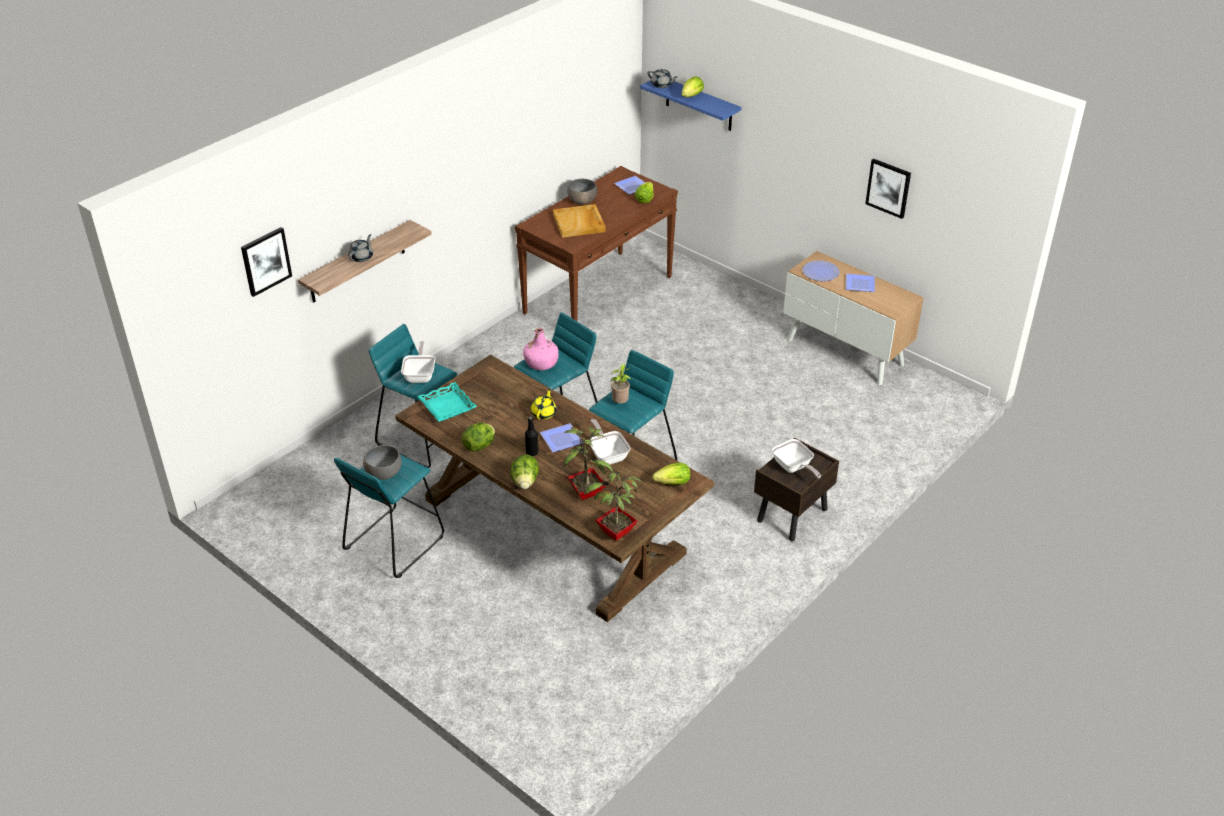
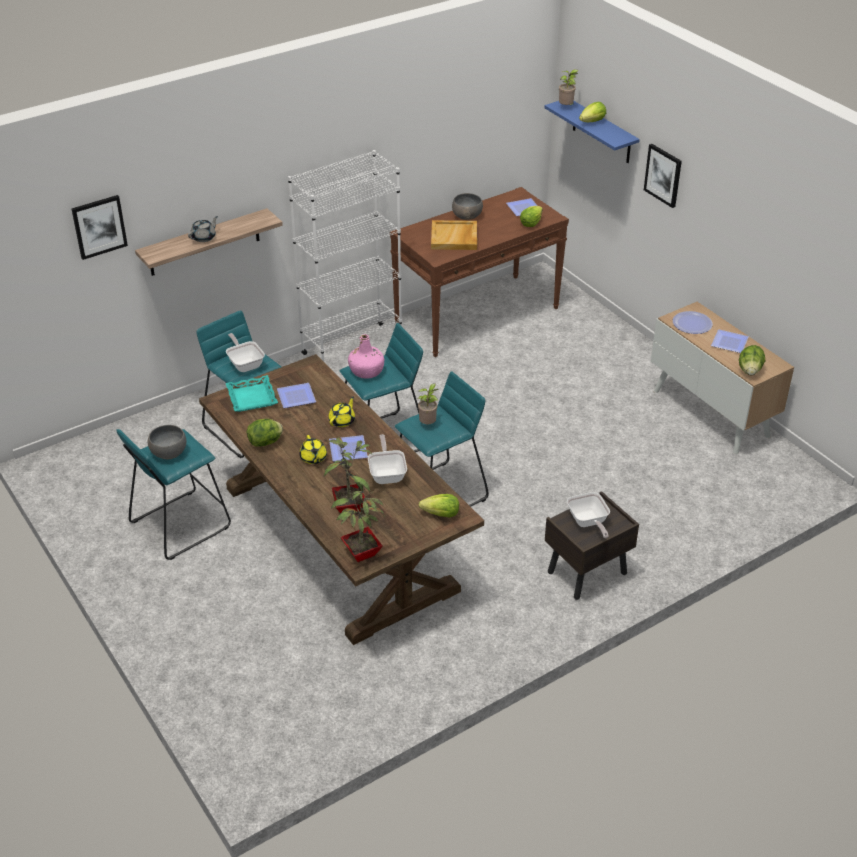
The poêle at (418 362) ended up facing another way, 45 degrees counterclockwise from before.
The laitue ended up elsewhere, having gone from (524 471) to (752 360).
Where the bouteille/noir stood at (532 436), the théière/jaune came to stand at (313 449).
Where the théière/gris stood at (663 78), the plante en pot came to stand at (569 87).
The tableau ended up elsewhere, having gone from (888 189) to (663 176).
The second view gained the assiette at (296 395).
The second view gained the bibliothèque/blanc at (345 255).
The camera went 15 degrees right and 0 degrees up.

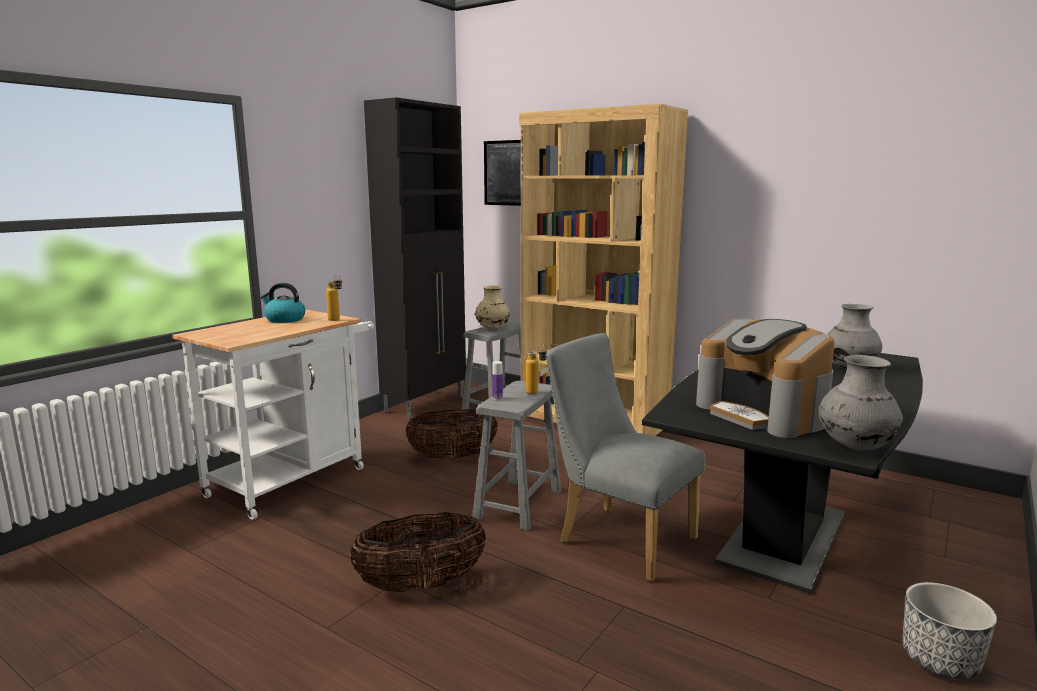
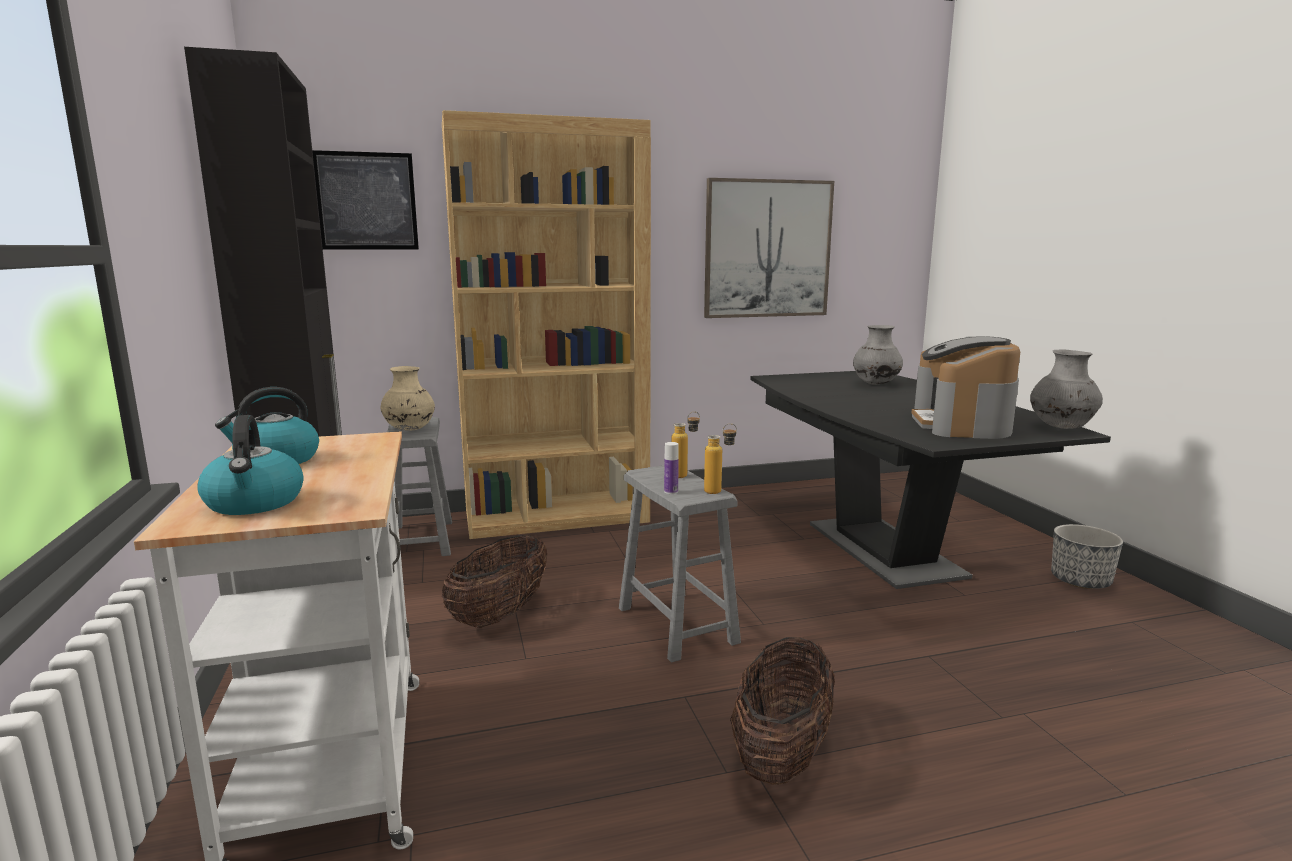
The bouteille ended up elsewhere, having gone from (334 298) to (720 458).
The second view lost the chaise/gris at (626 457).
The machine à café at (765 378) ended up facing another way, 90 degrees clockwise from before.
The second view gained the bouilloire at (250 465).
The second view gained the tableau at (769 248).
The camera went 50 degrees left and 0 degrees up.

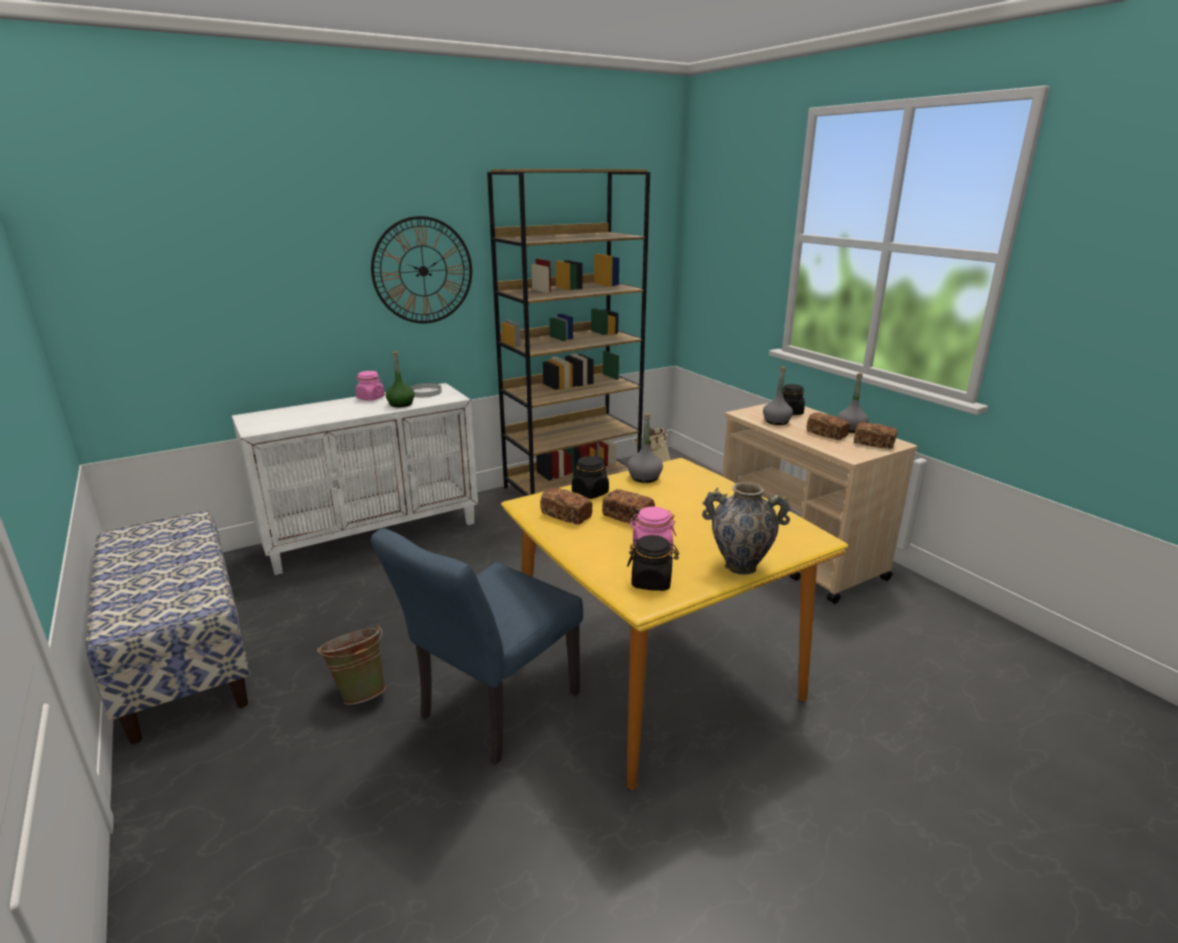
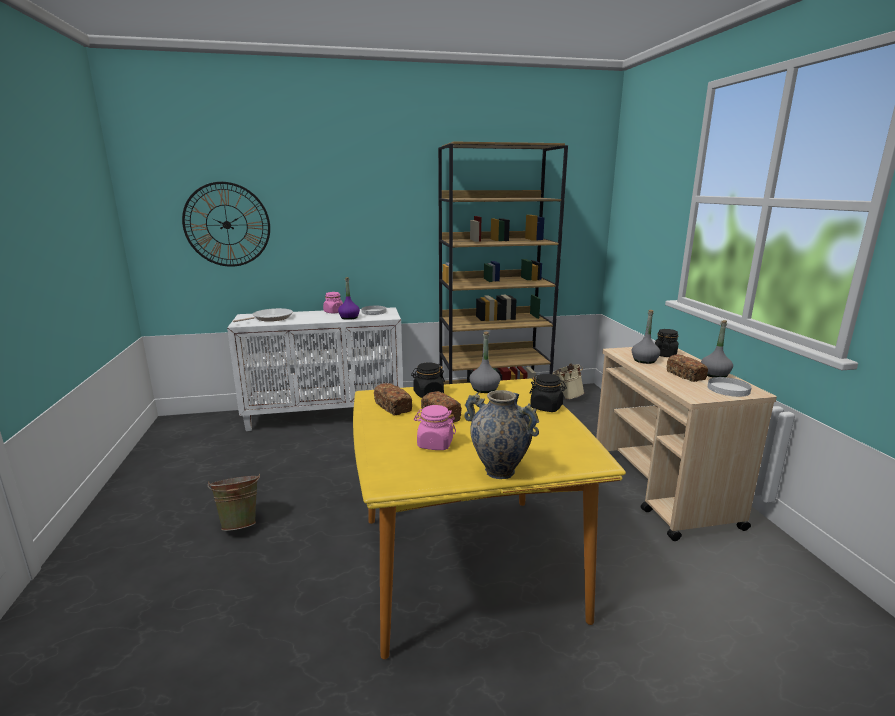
The second view lost the banc at (168 627).
The horloge murale ended up elsewhere, having gone from (421 270) to (226 224).
The second view lost the chaise/bleu at (477 646).
What was the bouteille/vert at (400 379) turned into the bouteille/violet at (349 298).
The bocal/noir ended up elsewhere, having gone from (653 563) to (548 393).
Where the pain stood at (876 435), the assiette/blanc came to stand at (730 387).
The second view gained the poêle at (263 315).
The camera went 20 degrees right and 5 degrees down.

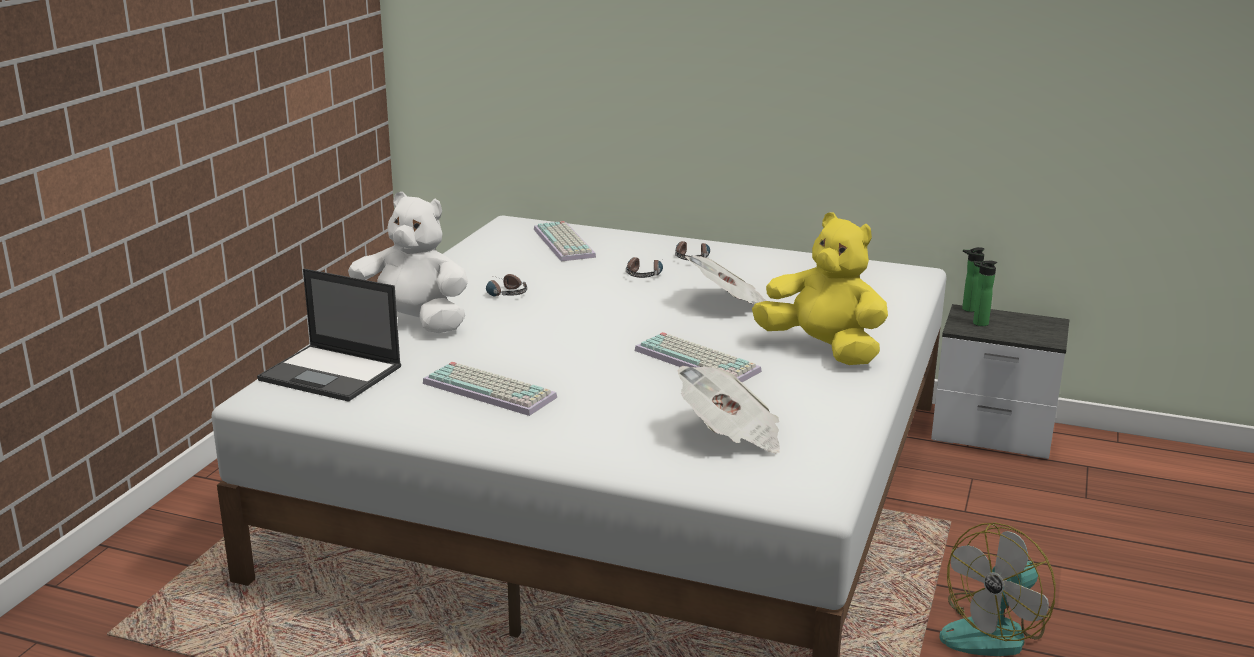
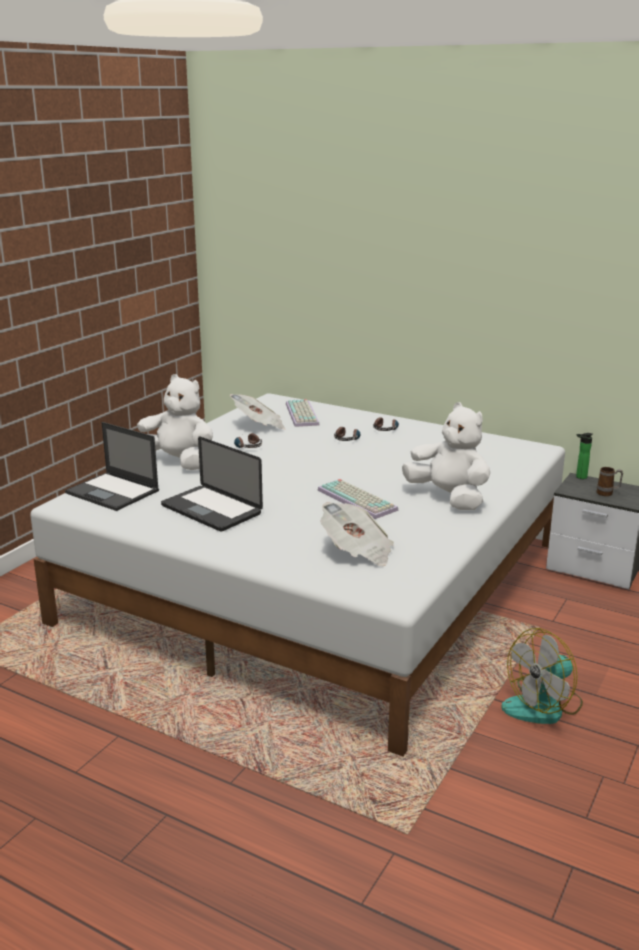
Where the clavier stood at (490 389), the ordinateur portable came to stand at (212 484).
The journal ended up elsewhere, having gone from (725 280) to (257 411).
What was the peluche/jaune at (820 288) turned into the peluche/blanc at (446 456).
The second view lost the bouteille at (985 293).
The second view gained the mug at (610 481).
The camera went 10 degrees right and 0 degrees up.

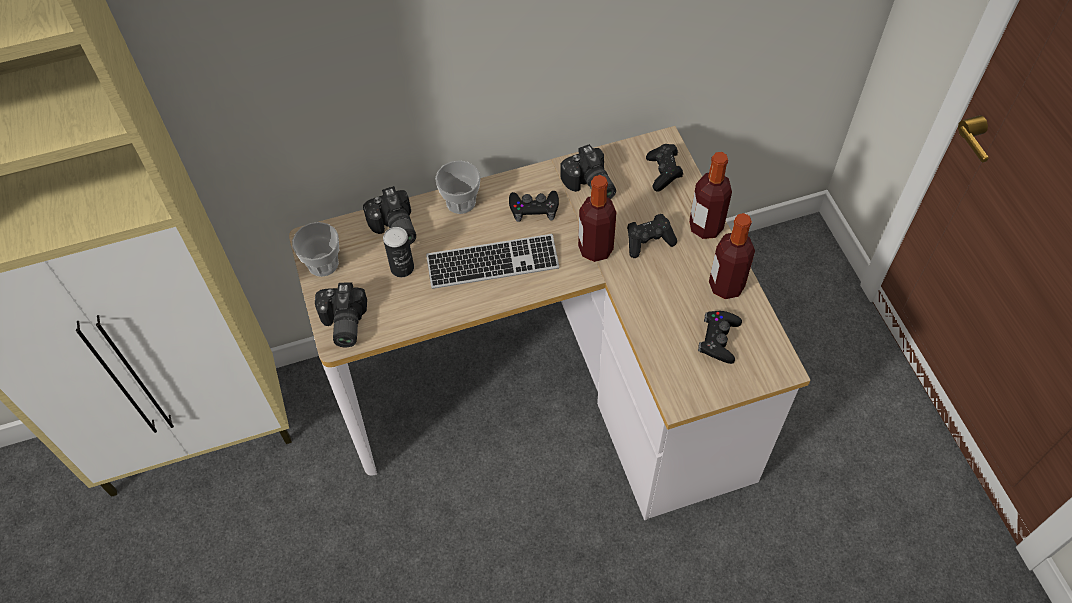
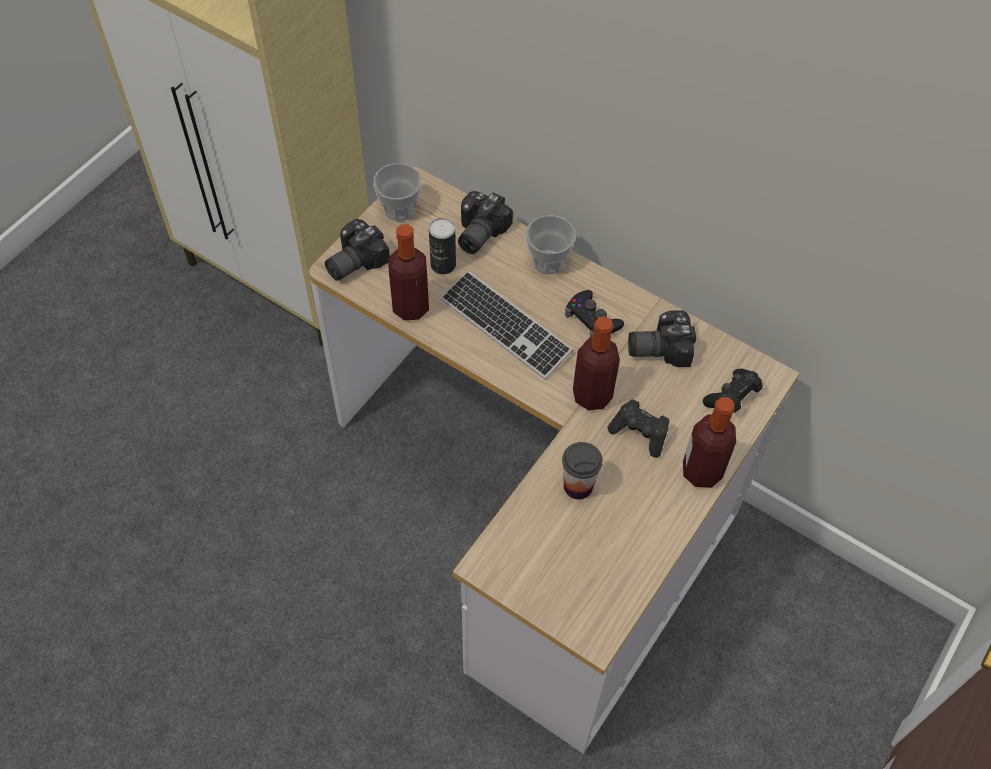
The appareil photo at (588 171) ended up facing another way, 60 degrees clockwise from before.
The second view lost the manette/noir at (720 337).
The bouteille ended up elsewhere, having gone from (732 256) to (408 272).
The second view gained the tasse at (582 471).
The camera went 50 degrees right and 0 degrees up.

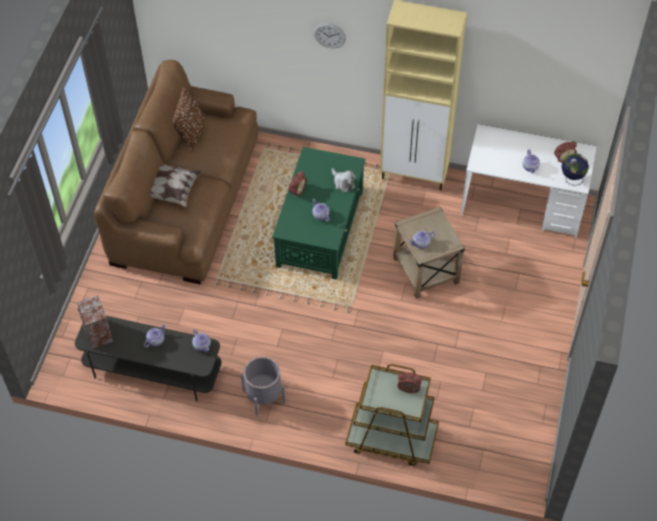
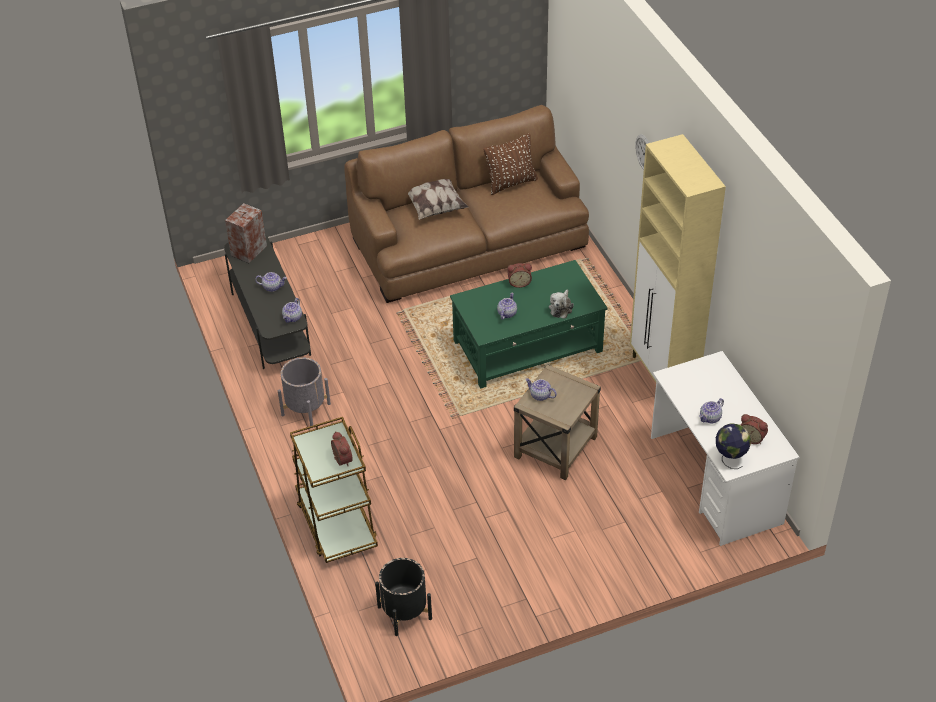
The second view gained the cache-pot/noir at (403 597).
The camera went 55 degrees right and 10 degrees down.

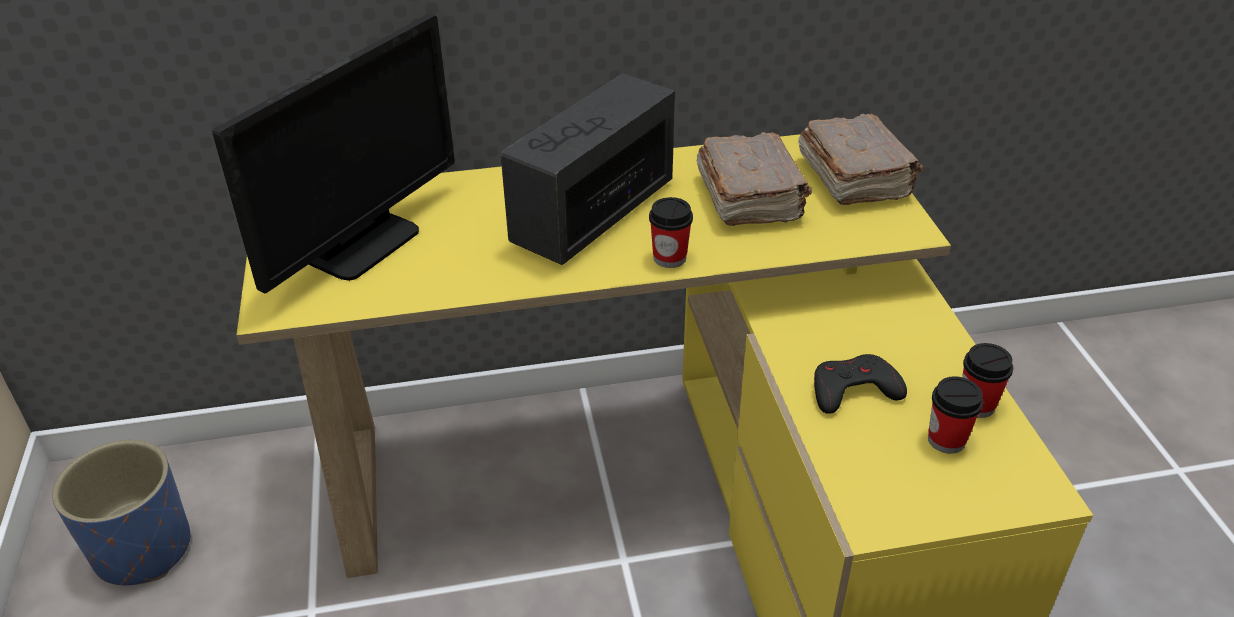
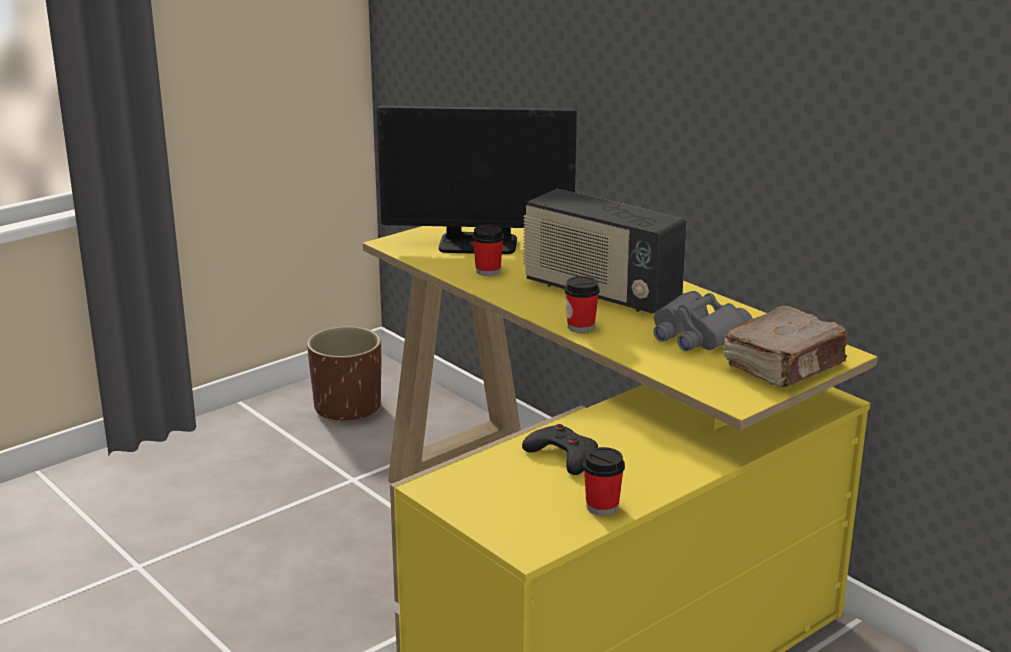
What was the cache-pot/bleu at (121 512) turned into the cache-pot/marron at (344 374).
The radio at (588 169) ended up facing another way, 150 degrees counterclockwise from before.
Where the livre/marron stood at (754 179), the jumelles/gris came to stand at (703 321).
The tasse ended up elsewhere, having gone from (955 415) to (488 250).
The camera went 60 degrees right and 15 degrees down.

